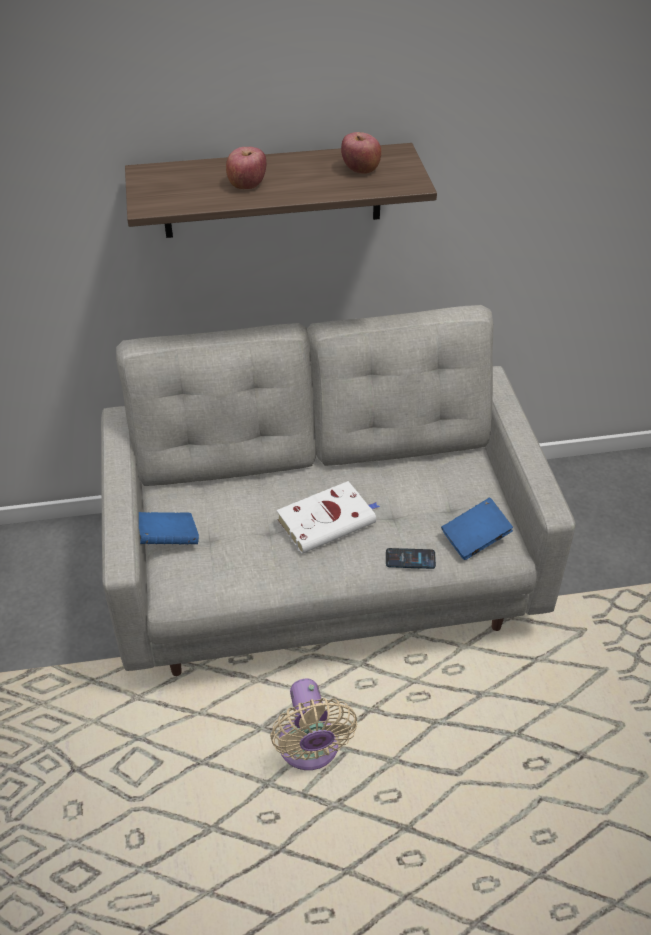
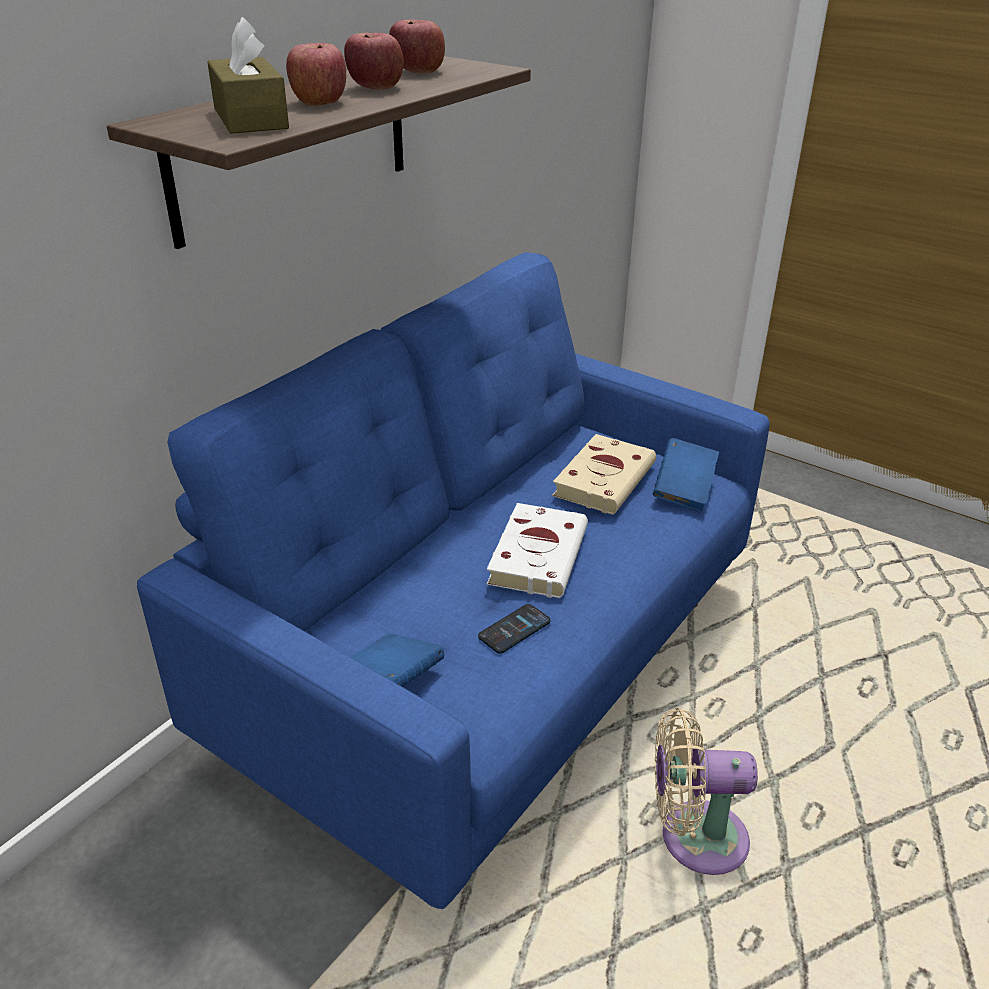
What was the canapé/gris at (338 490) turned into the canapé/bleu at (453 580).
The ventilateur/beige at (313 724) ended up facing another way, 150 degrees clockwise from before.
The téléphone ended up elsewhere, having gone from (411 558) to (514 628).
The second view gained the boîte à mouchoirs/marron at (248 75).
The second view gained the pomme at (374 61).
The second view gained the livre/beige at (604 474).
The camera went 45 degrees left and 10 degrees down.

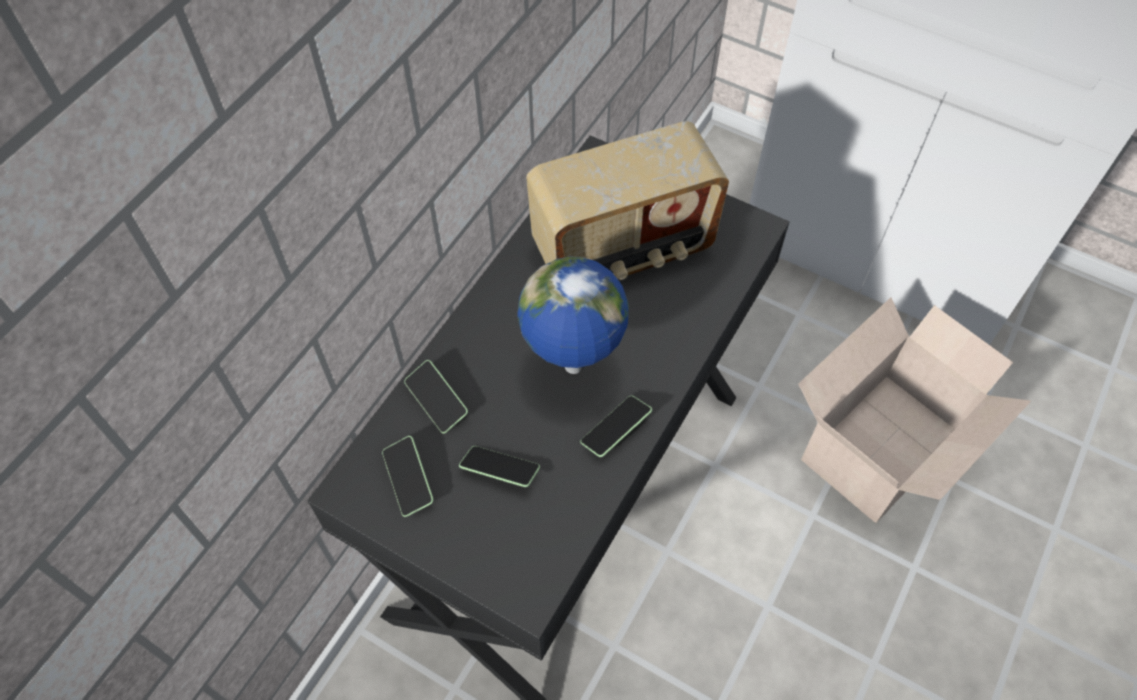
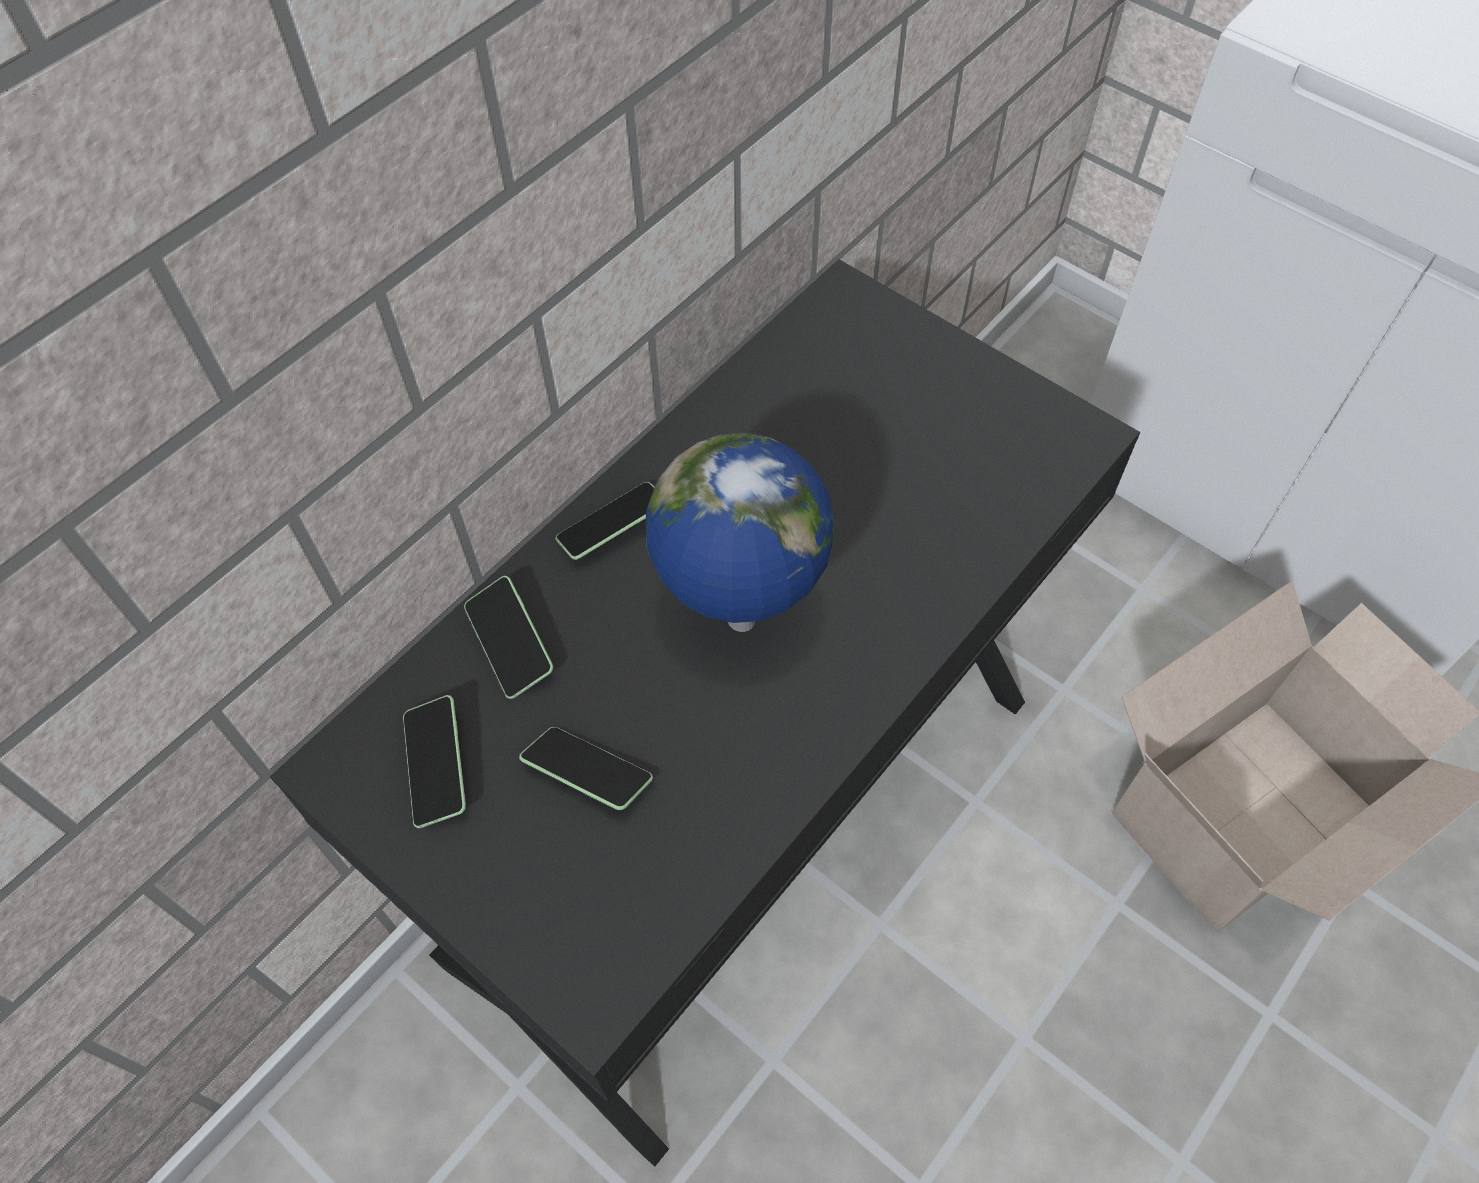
The second view lost the radio at (627 200).
The téléphone ended up elsewhere, having gone from (616 426) to (605 521).
The camera went 10 degrees right and 0 degrees up.

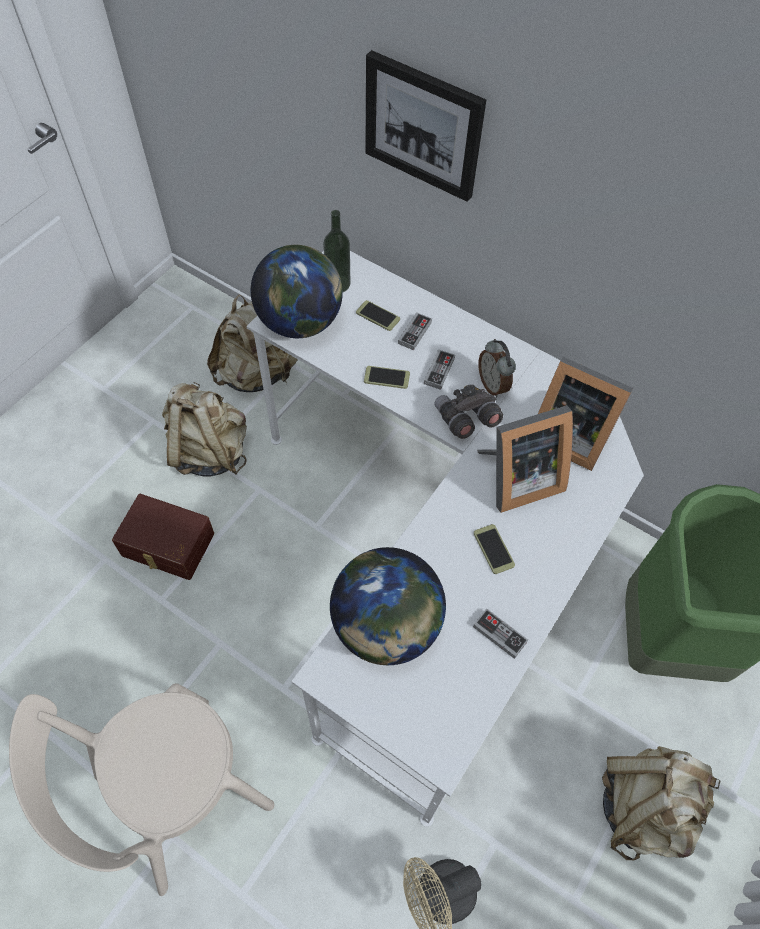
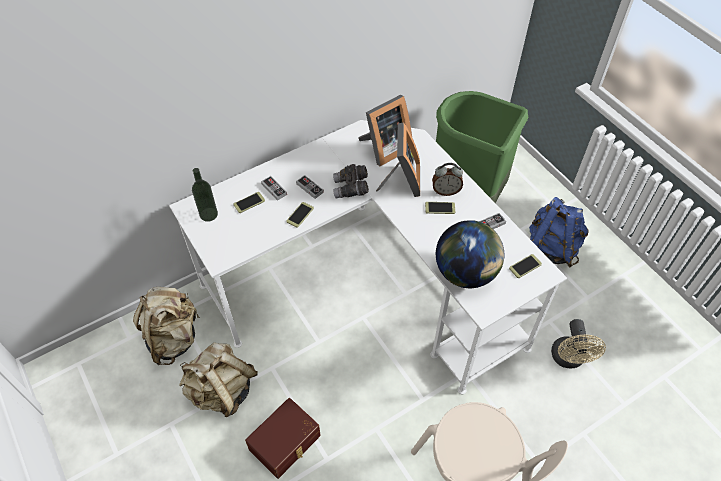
The second view lost the globe at (297 291).
The second view lost the tableau at (425 126).
The réveil ended up elsewhere, having gone from (497 368) to (447 179).
What was the sac à dos/beige at (661 803) turned into the sac à dos/bleu at (559 232).
The second view gained the téléphone at (525 266).
The camera went 65 degrees left and 5 degrees down.

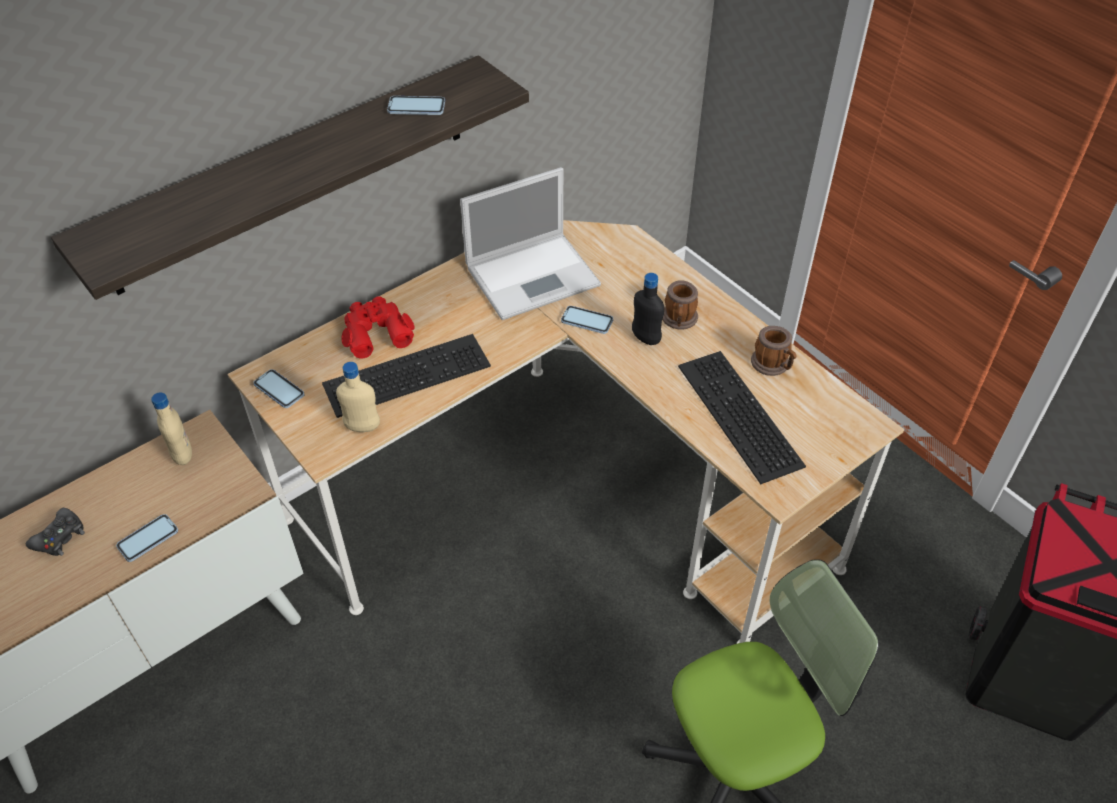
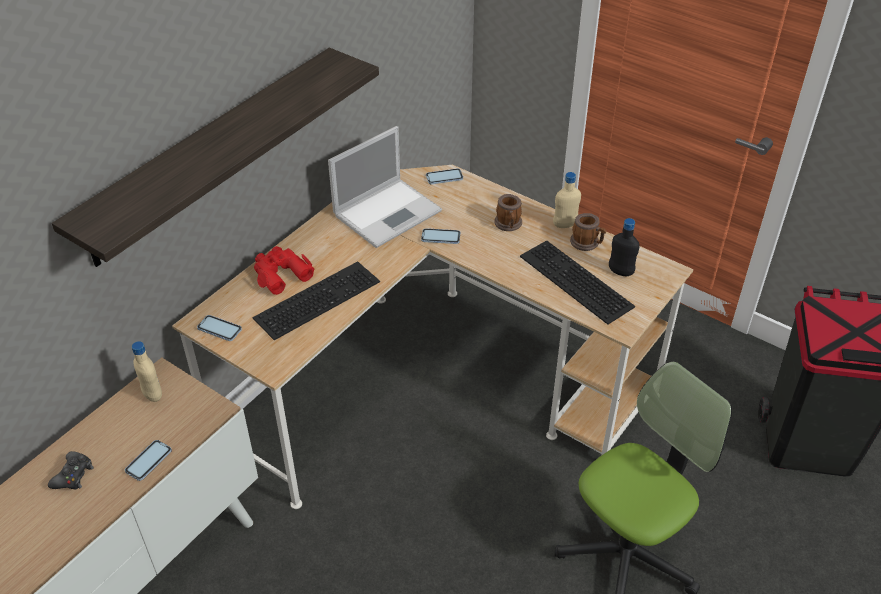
The bouteille/beige ended up elsewhere, having gone from (358 397) to (567 200).
The téléphone ended up elsewhere, having gone from (416 105) to (444 176).
The bouteille/noir ended up elsewhere, having gone from (648 309) to (624 247).
The camera went 15 degrees left and 5 degrees down.

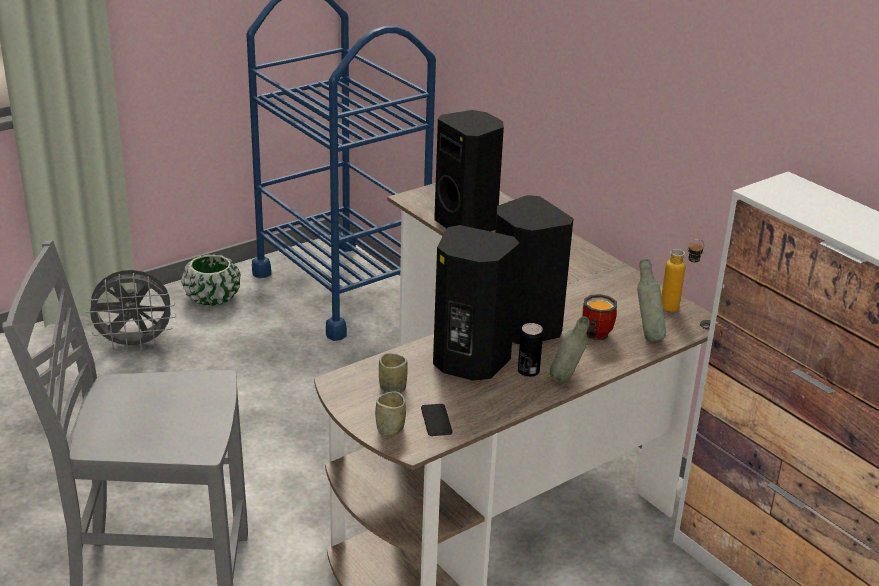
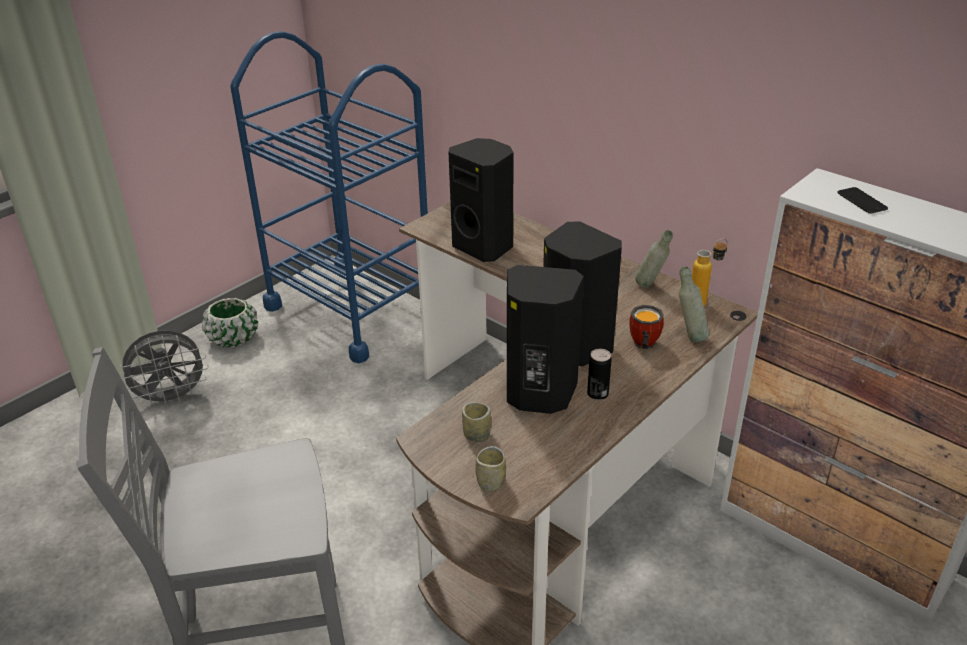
The téléphone ended up elsewhere, having gone from (437 420) to (863 200).
The bouteille/gris ended up elsewhere, having gone from (570 349) to (654 259).
The camera went 10 degrees left and 5 degrees up.

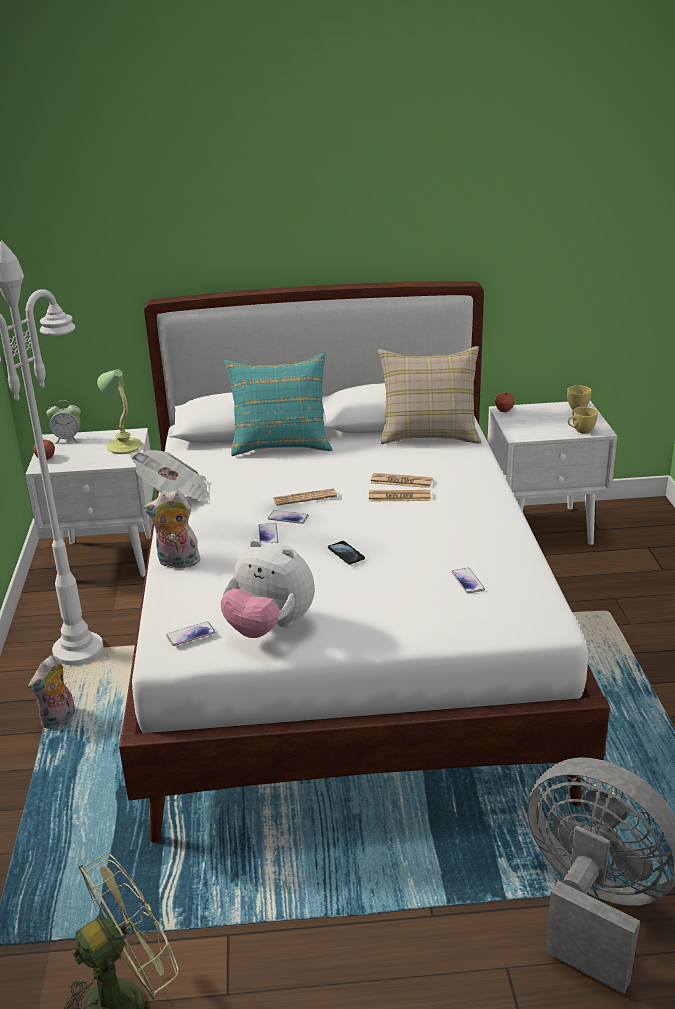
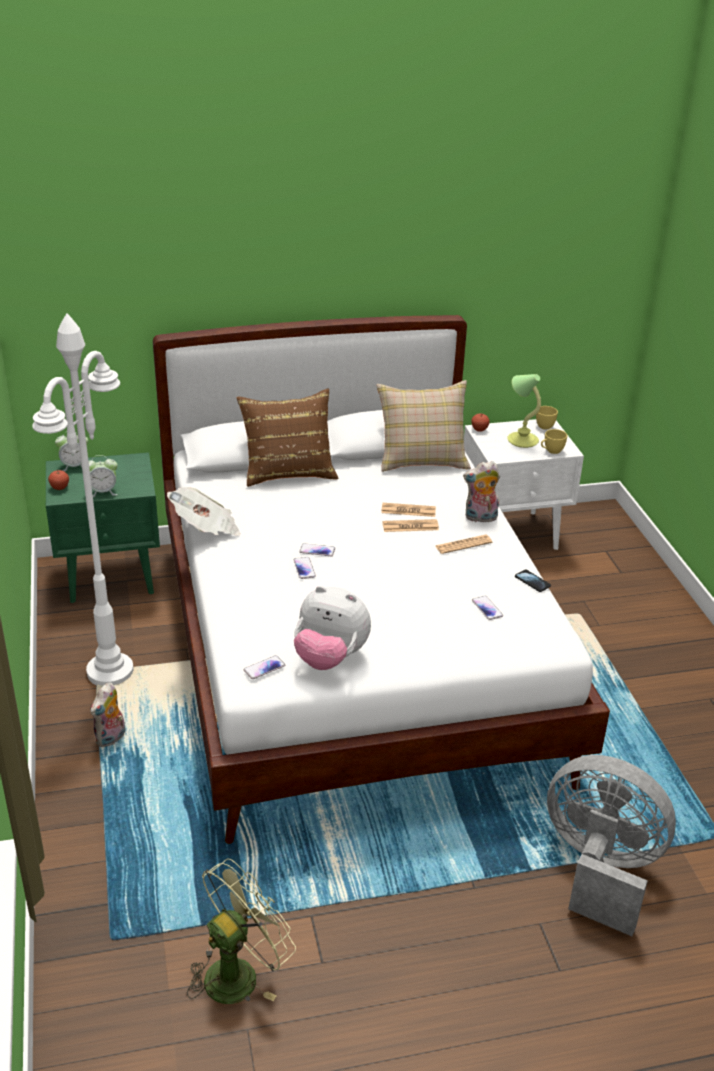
What was the table de chevet/blanc at (89 502) turned into the table de chevet/vert at (103 527).
The lampe de table ended up elsewhere, having gone from (119 411) to (524 411).
The peluche ended up elsewhere, having gone from (172 529) to (481 491).
What was the coussin/turquoise at (278 404) turned into the coussin/marron at (288 437).
The journal ended up elsewhere, having gone from (305 497) to (463 544).
The téléphone ended up elsewhere, having gone from (346 553) to (533 580).
The second view gained the réveil at (103 476).
The camera went 10 degrees left and 5 degrees up.

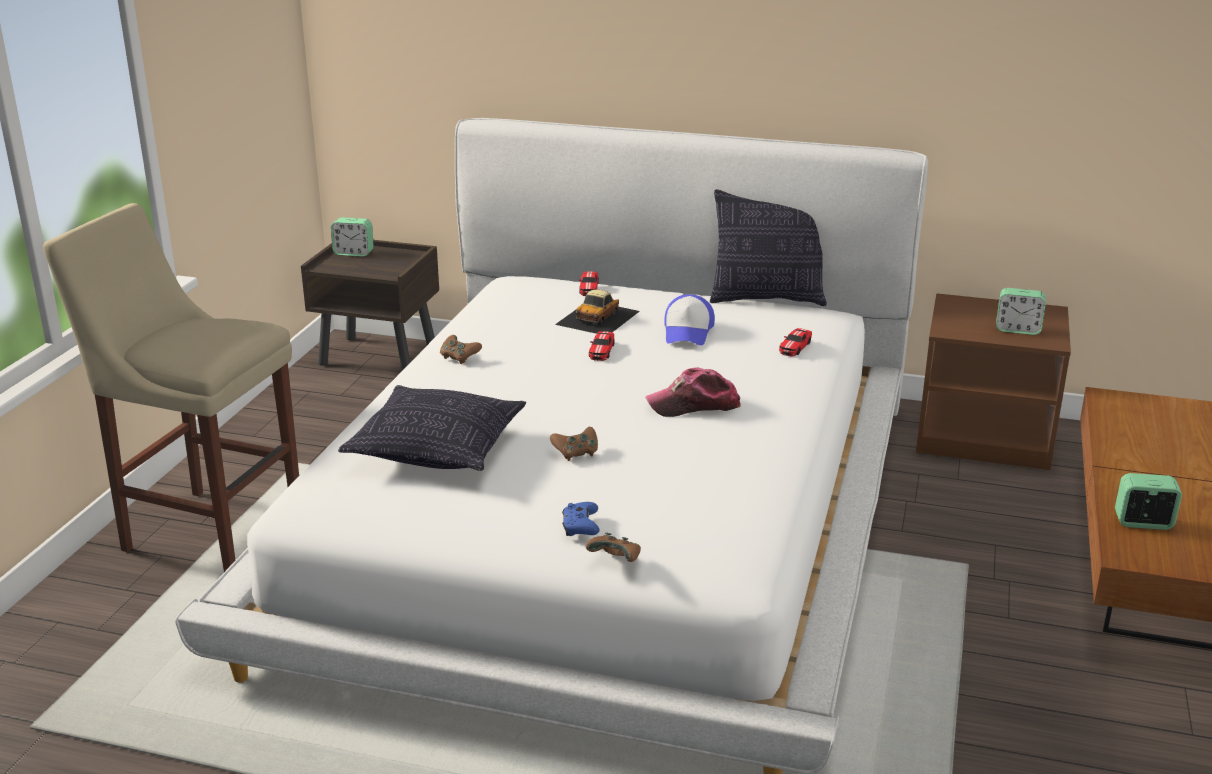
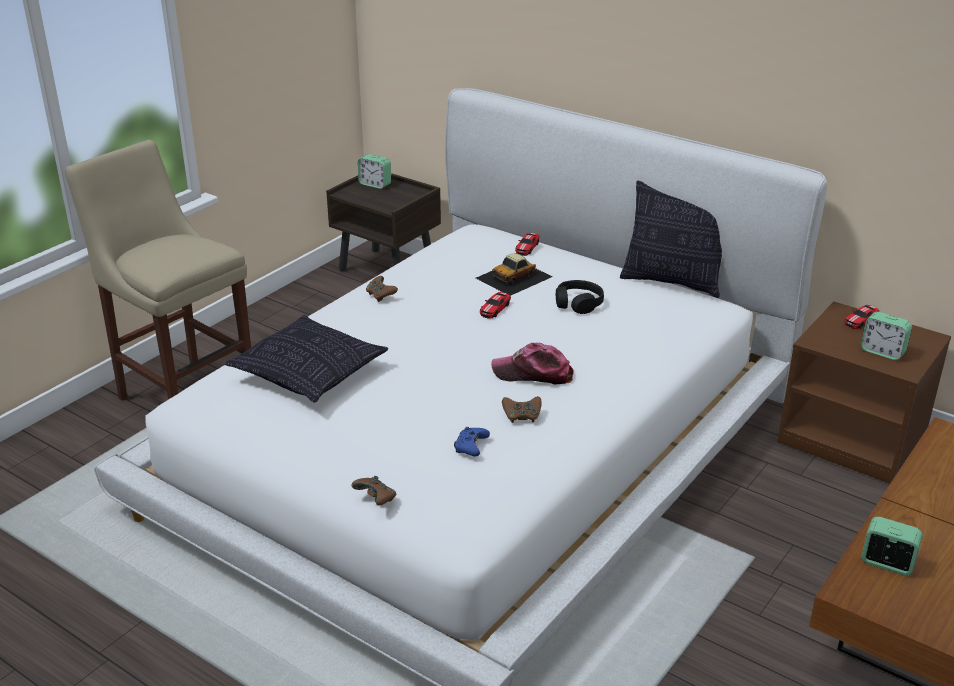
The manette/marron ended up elsewhere, having gone from (574 444) to (522 409).
The manette/bleu ended up elsewhere, having gone from (581 519) to (472 441).
Where the casquette stood at (689 319), the casque audio/noir came to stand at (580 297).
The petite voiture ended up elsewhere, having gone from (795 342) to (862 317).
The camera went 20 degrees right and 5 degrees up.

